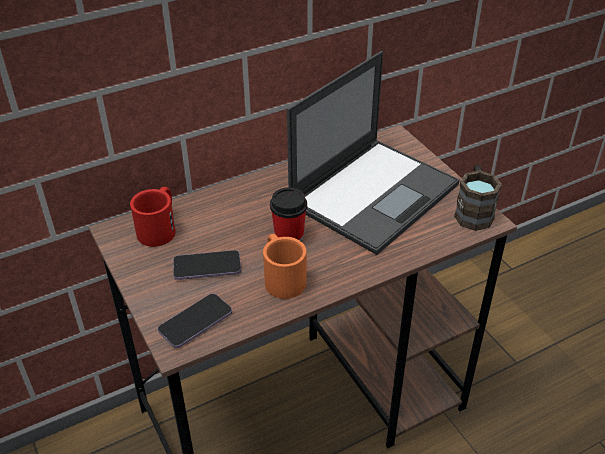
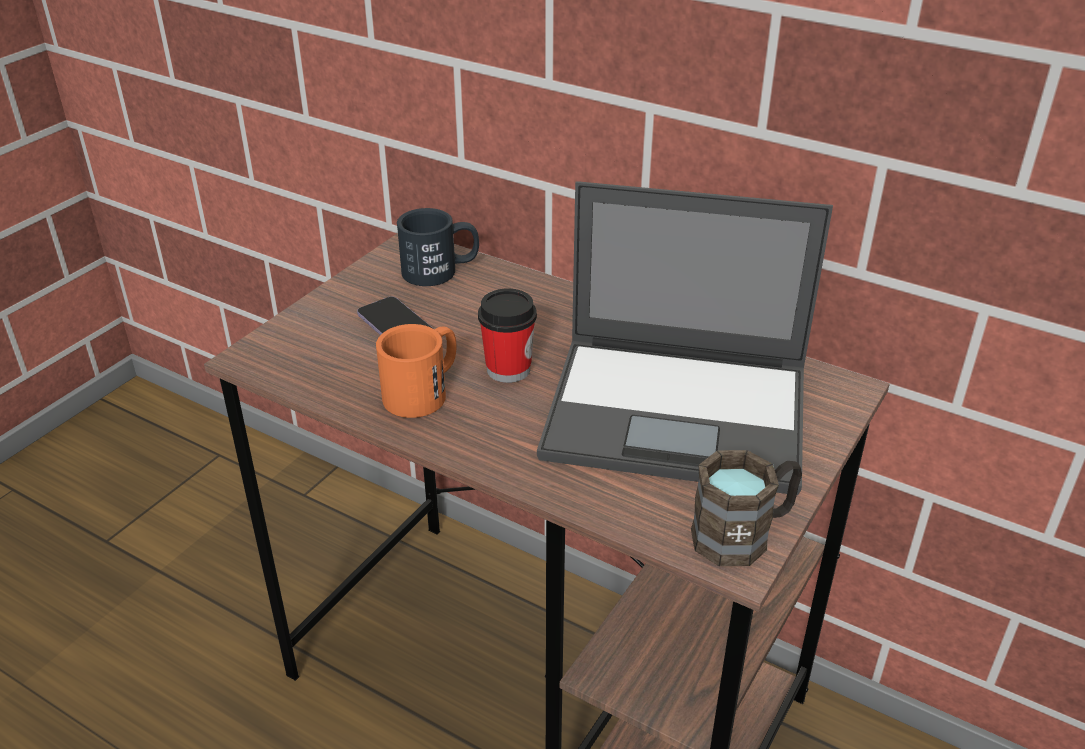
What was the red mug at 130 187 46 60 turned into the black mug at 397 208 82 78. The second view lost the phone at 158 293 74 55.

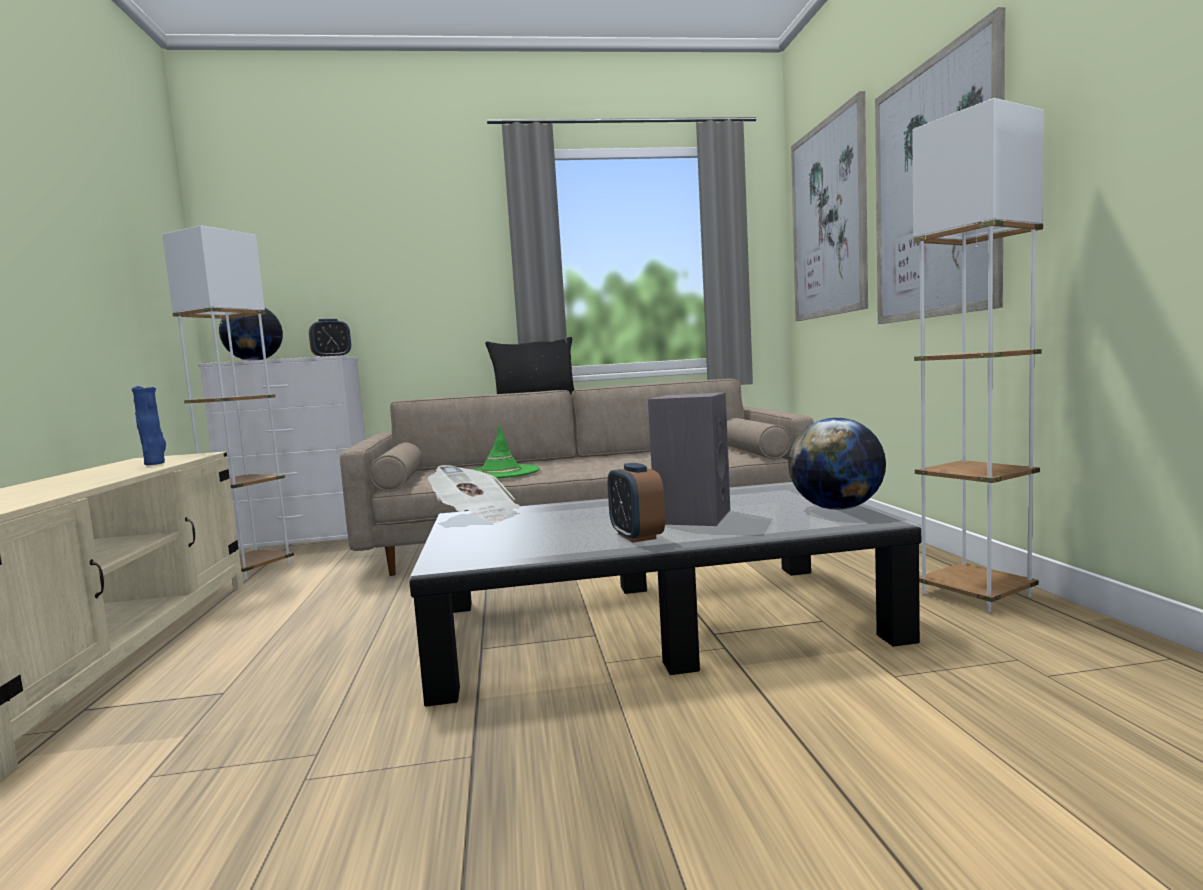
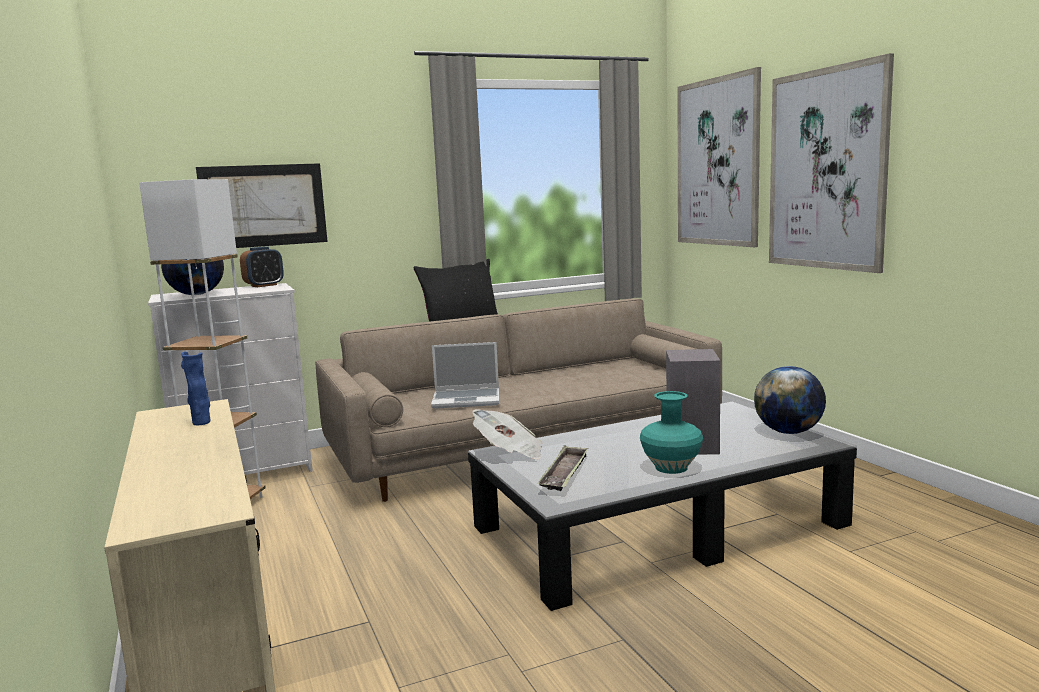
The second view lost the white floor lamp at 912 98 132 515. Where the green hat stood at 472 425 68 54, the laptop came to stand at 431 342 68 67. Where the alarm clock stood at 608 463 57 80, the turquoise vase came to stand at 640 391 63 83. The second view gained the picture at 196 163 132 85. The second view gained the tray at 538 445 50 46.

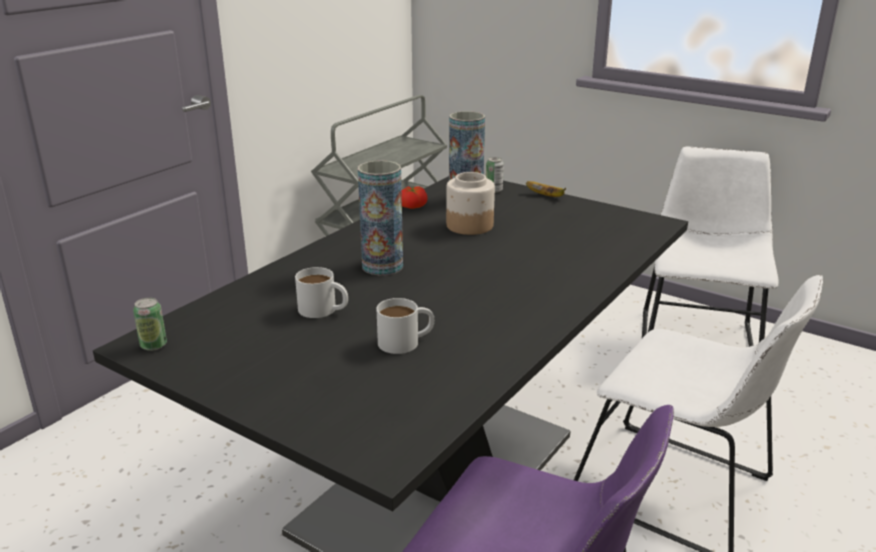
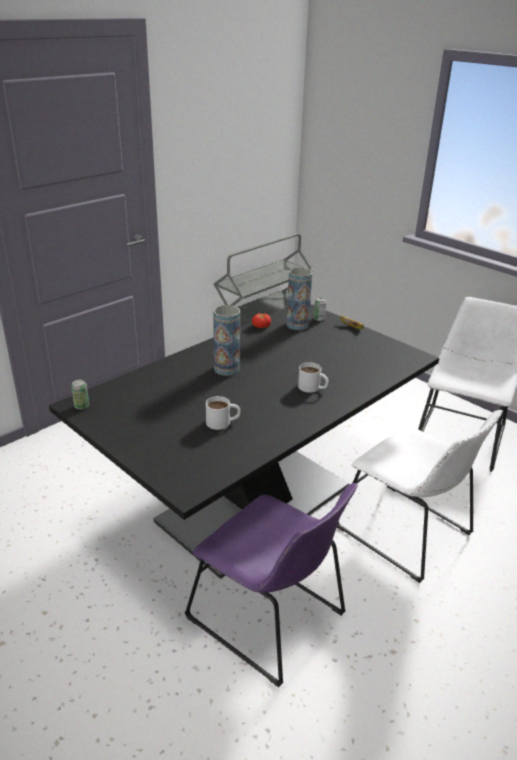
The second view lost the jar at 446 172 49 63. The white mug ended up elsewhere, having gone from 295 267 53 51 to 298 362 31 31.

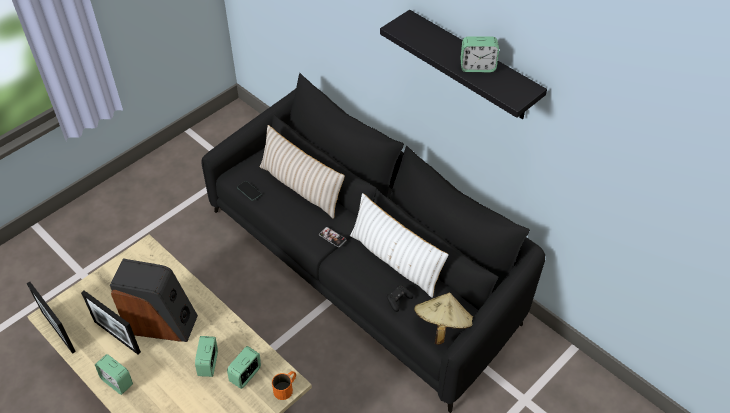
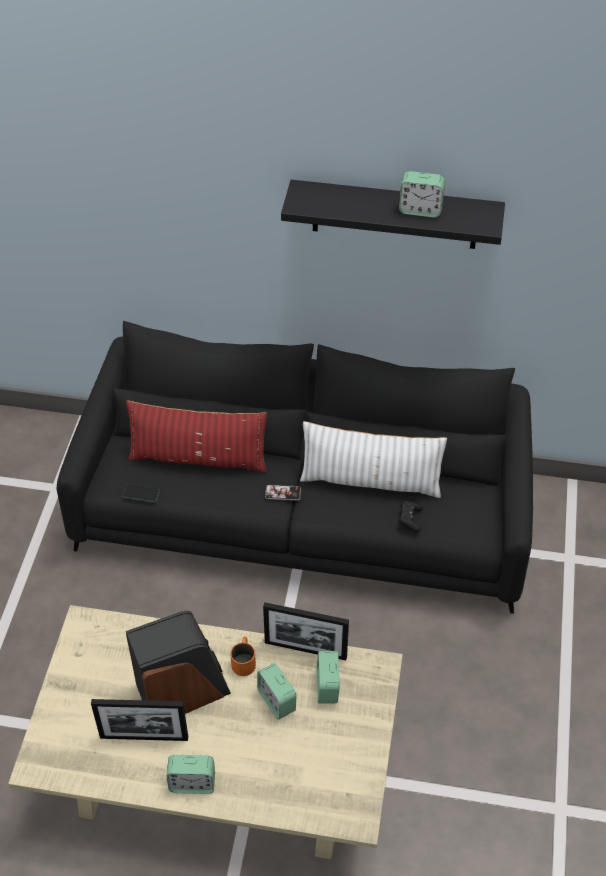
The alarm clock at 460 36 39 36 ended up facing another way, 45 degrees clockwise from before. What was the beige pillow at 260 125 85 94 turned into the red pillow at 126 401 141 72. The picture frame ended up elsewhere, having gone from 26 282 50 72 to 263 602 86 59. The second view lost the beige hat at 414 293 59 52. The orange mug ended up elsewhere, having gone from 272 371 24 29 to 230 636 26 40.

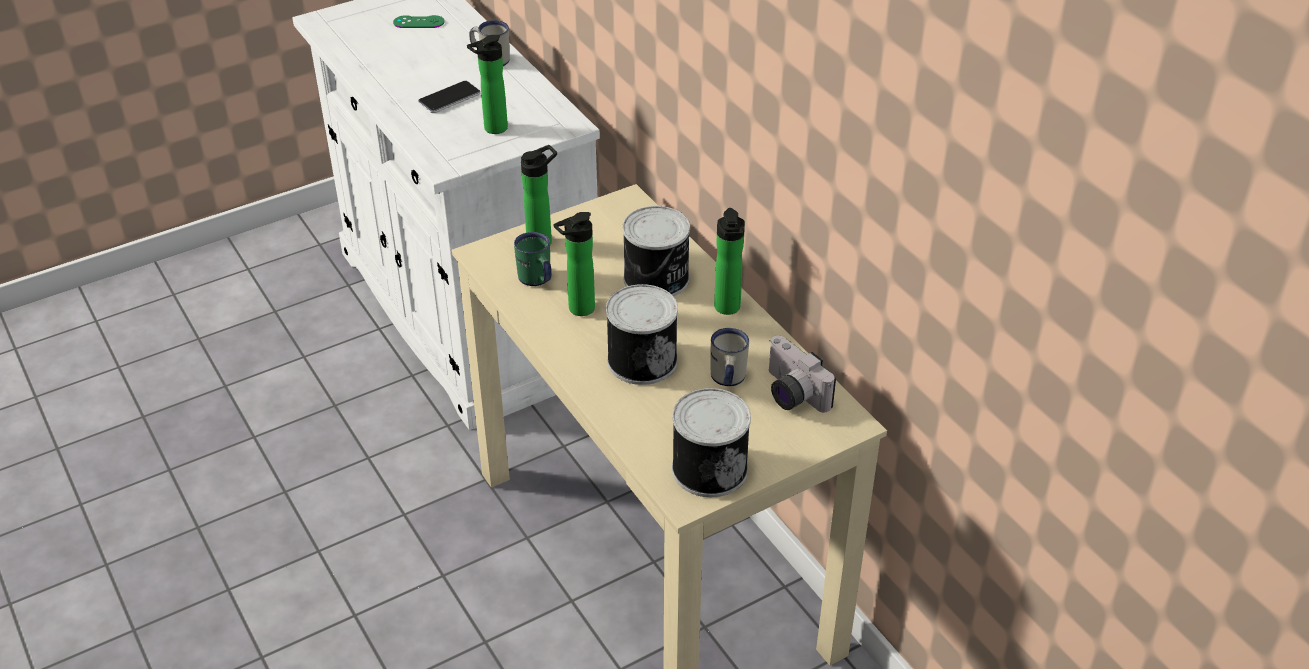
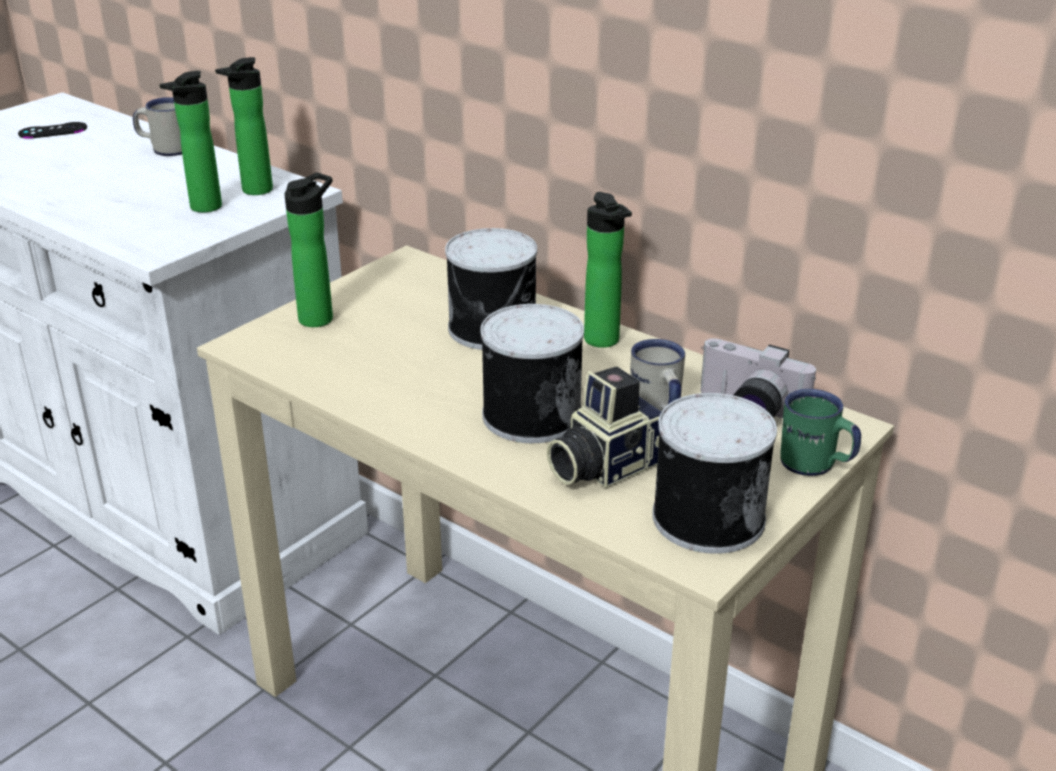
What was the green game controller at 393 15 52 13 turned into the black game controller at 18 122 69 17. The second view lost the phone at 418 81 63 32. The bottle ended up elsewhere, having gone from 553 212 42 104 to 215 57 58 138. The green mug ended up elsewhere, having gone from 514 232 37 54 to 780 389 81 87. The second view gained the photo camera at 547 367 115 121.

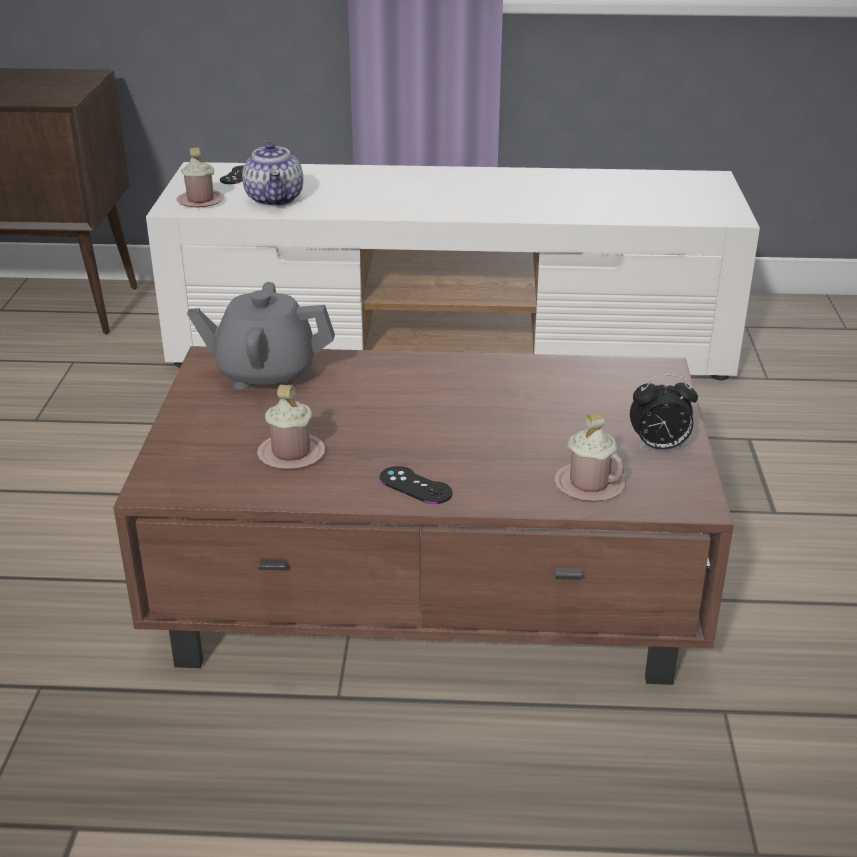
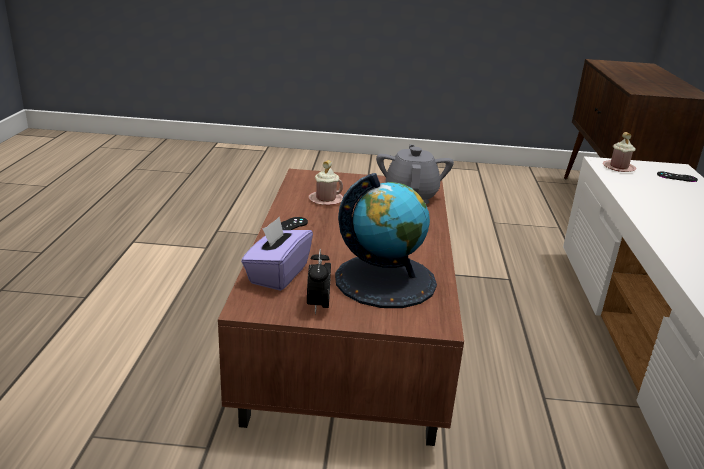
The second view lost the teapot at 242 141 61 66. Where the pink mug stood at 554 413 71 89, the purple tissue box came to stand at 241 217 72 74. The second view gained the globe at 335 173 102 135.

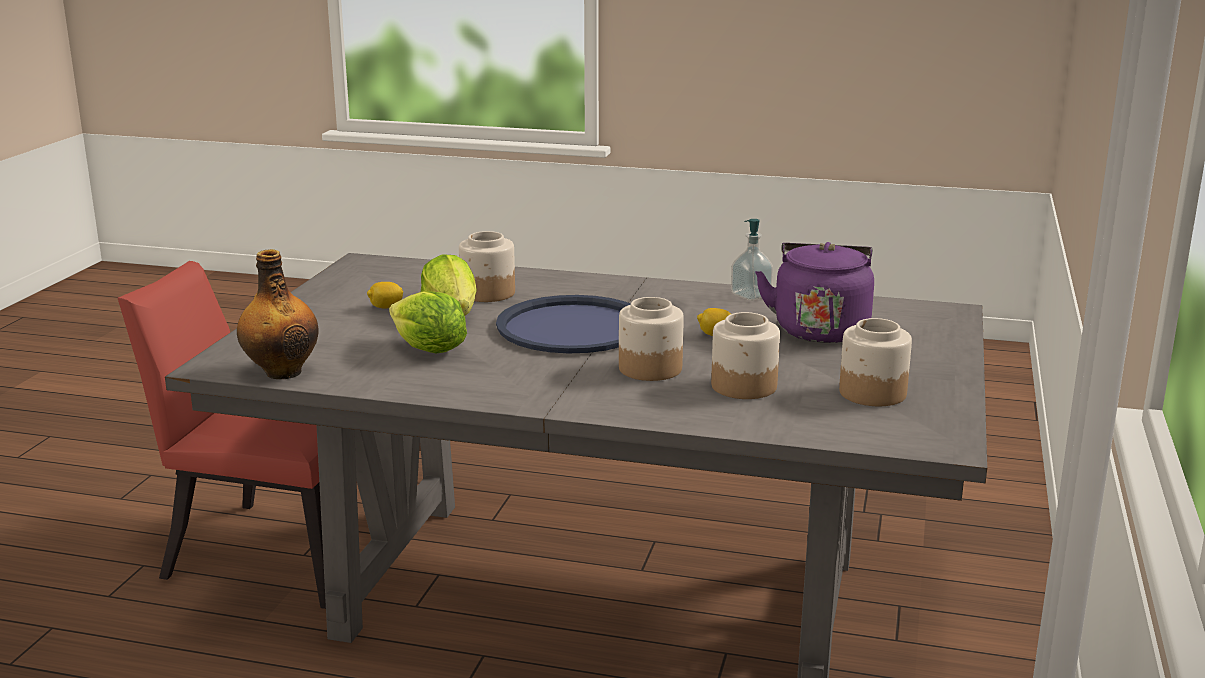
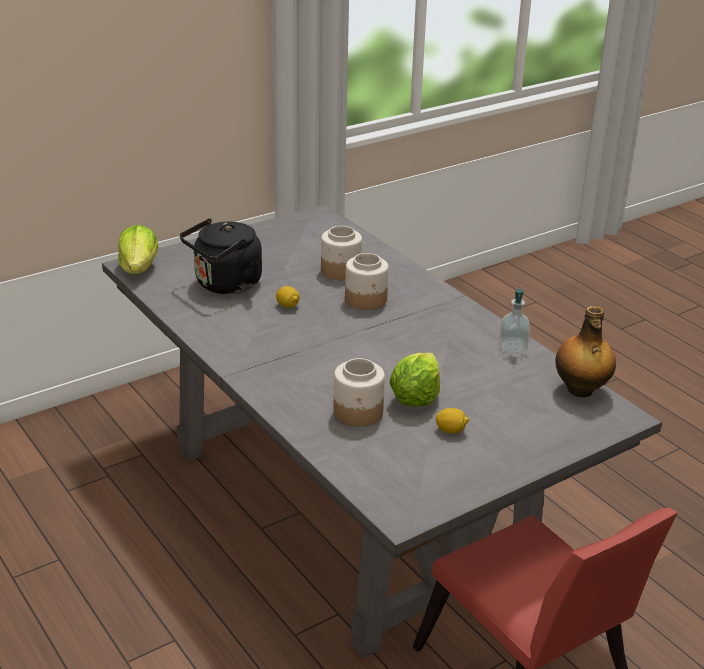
The soap dispenser ended up elsewhere, having gone from 731 219 42 81 to 499 289 31 64. What was the purple kettle at 755 242 119 101 turned into the black kettle at 180 218 82 76. The lettuce ended up elsewhere, having gone from 389 291 78 62 to 118 225 40 49. The second view lost the blue tray at 496 295 135 58. The second view lost the jar at 839 318 73 88.

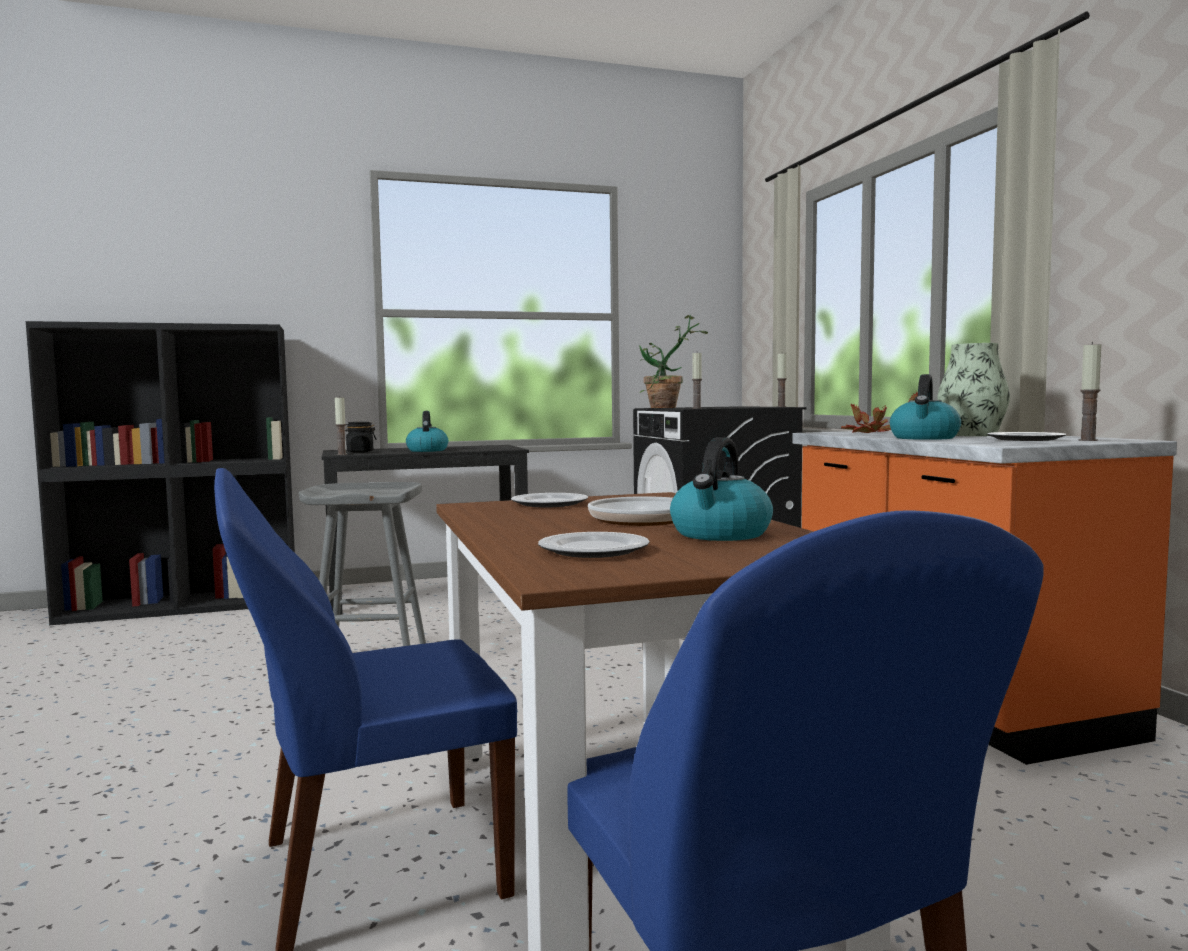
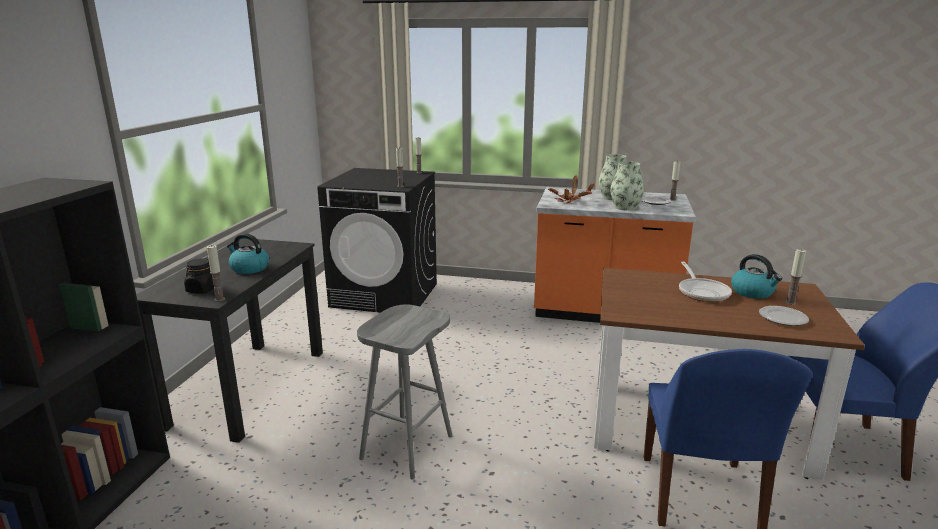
The second view lost the potted plant at 639 315 69 93. Where the kettle stood at 890 374 71 66, the vase came to stand at 610 161 34 50. The second view lost the plate at 511 493 77 14. The second view gained the candle at 785 249 21 56.

